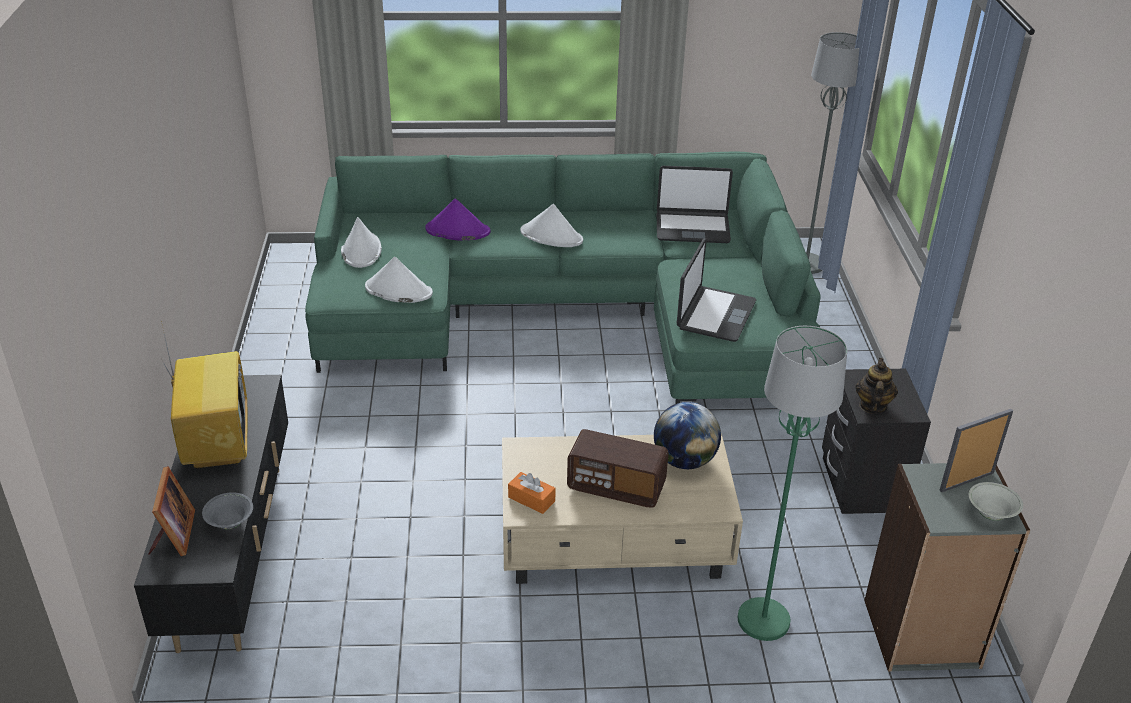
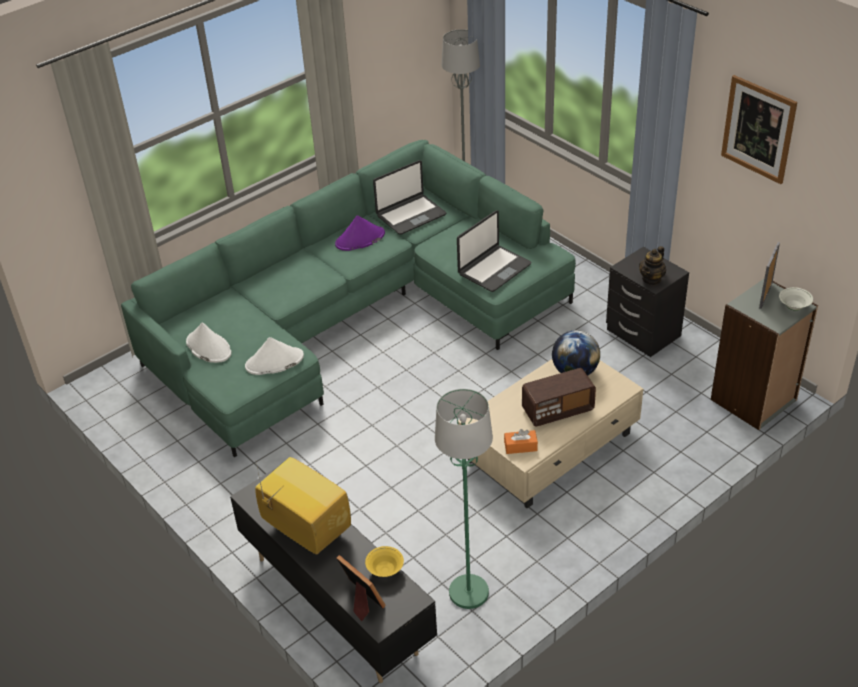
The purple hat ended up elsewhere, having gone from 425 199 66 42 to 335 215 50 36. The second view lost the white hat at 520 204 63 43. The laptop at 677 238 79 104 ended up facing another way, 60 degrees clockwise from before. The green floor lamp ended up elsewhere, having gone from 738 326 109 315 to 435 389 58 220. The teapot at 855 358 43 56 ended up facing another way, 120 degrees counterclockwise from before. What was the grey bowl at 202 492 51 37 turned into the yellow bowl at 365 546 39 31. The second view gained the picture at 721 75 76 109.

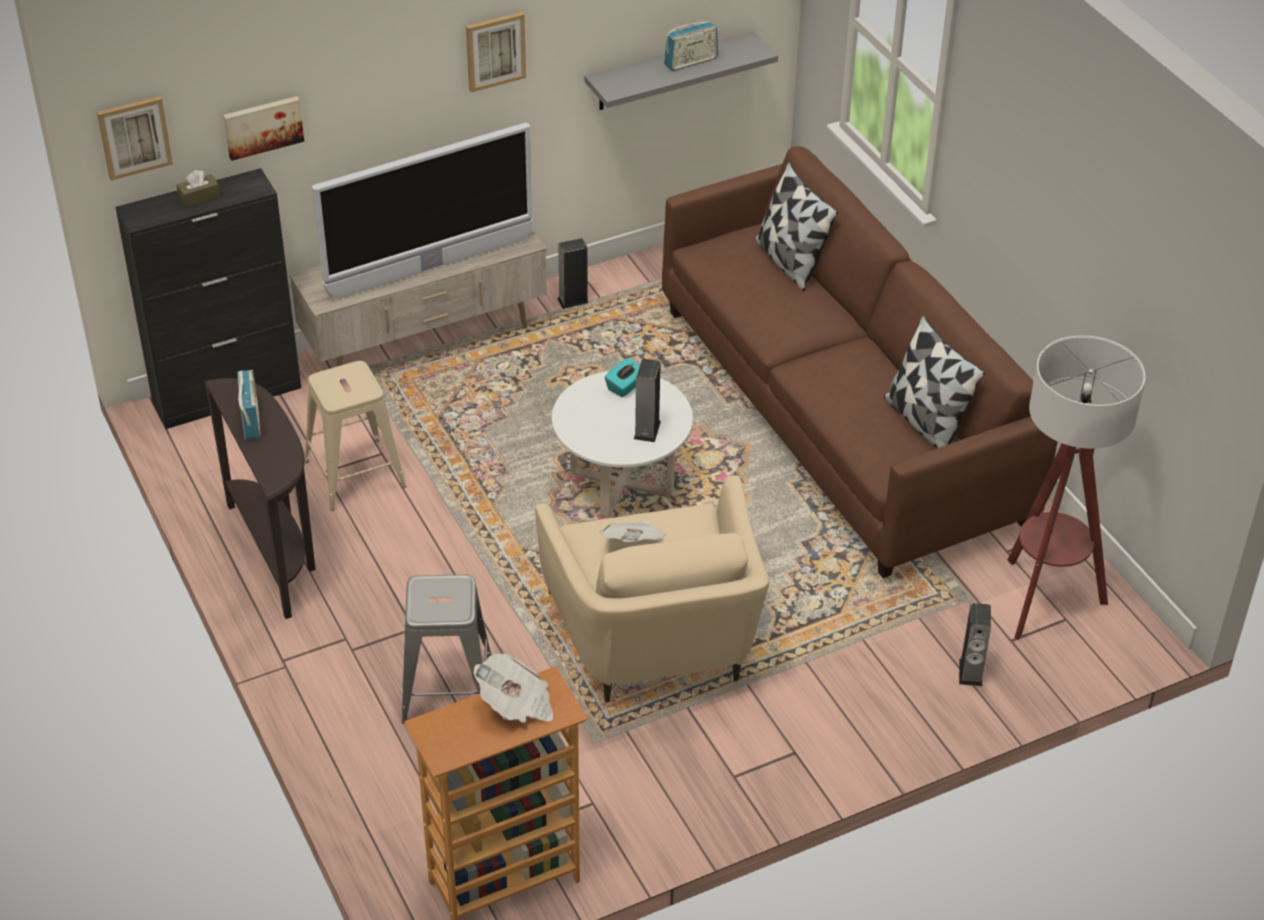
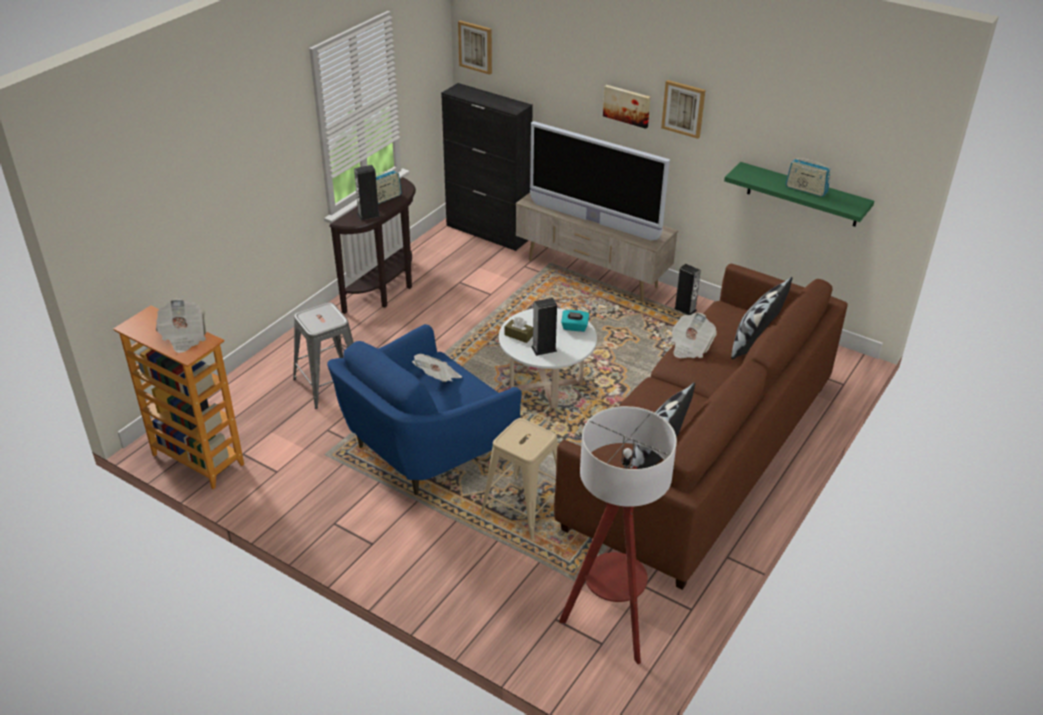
What was the grey shelf at 584 31 194 79 turned into the green shelf at 724 162 150 65. The picture ended up elsewhere, having gone from 223 96 81 65 to 603 85 48 44. The brown tissue box ended up elsewhere, having gone from 177 170 43 37 to 505 317 28 26. The beige stool ended up elsewhere, having gone from 305 361 101 150 to 481 418 77 121. What was the beige armchair at 535 475 235 228 turned into the blue armchair at 327 324 195 171. The speaker ended up elsewhere, having gone from 959 603 32 83 to 354 165 27 55. The second view gained the newspaper at 671 312 46 46.

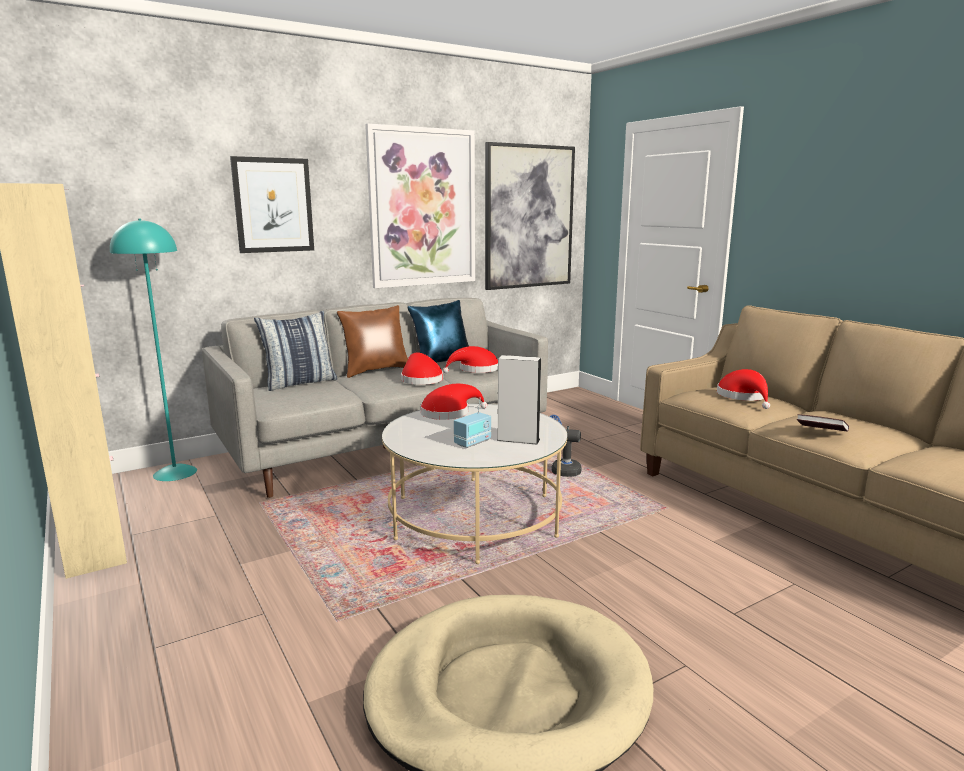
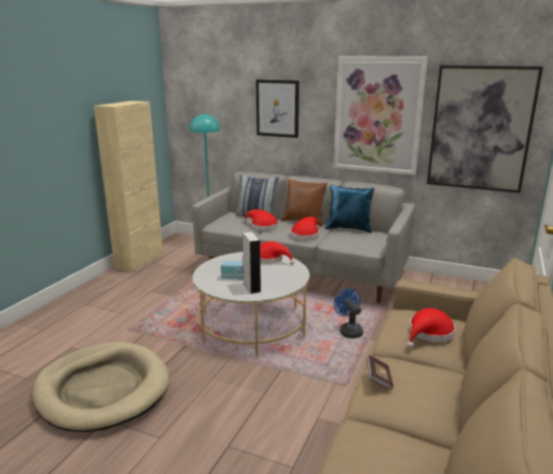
The red hat ended up elsewhere, having gone from 443 346 55 27 to 243 210 35 20.

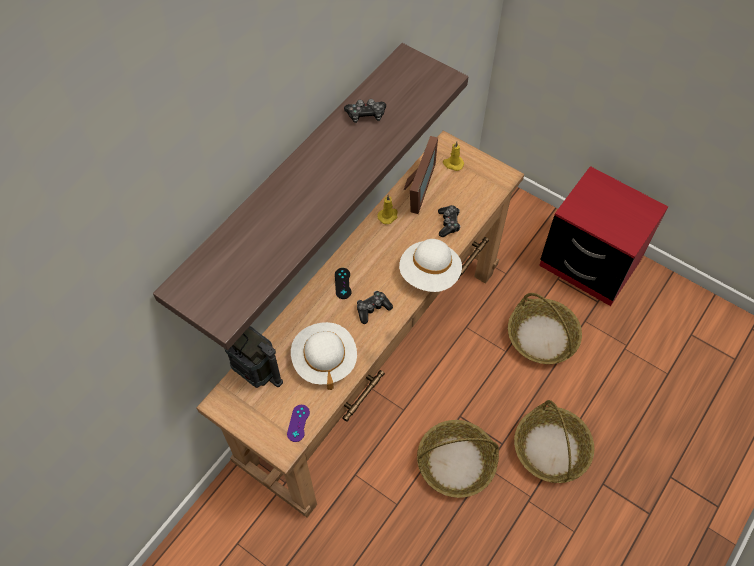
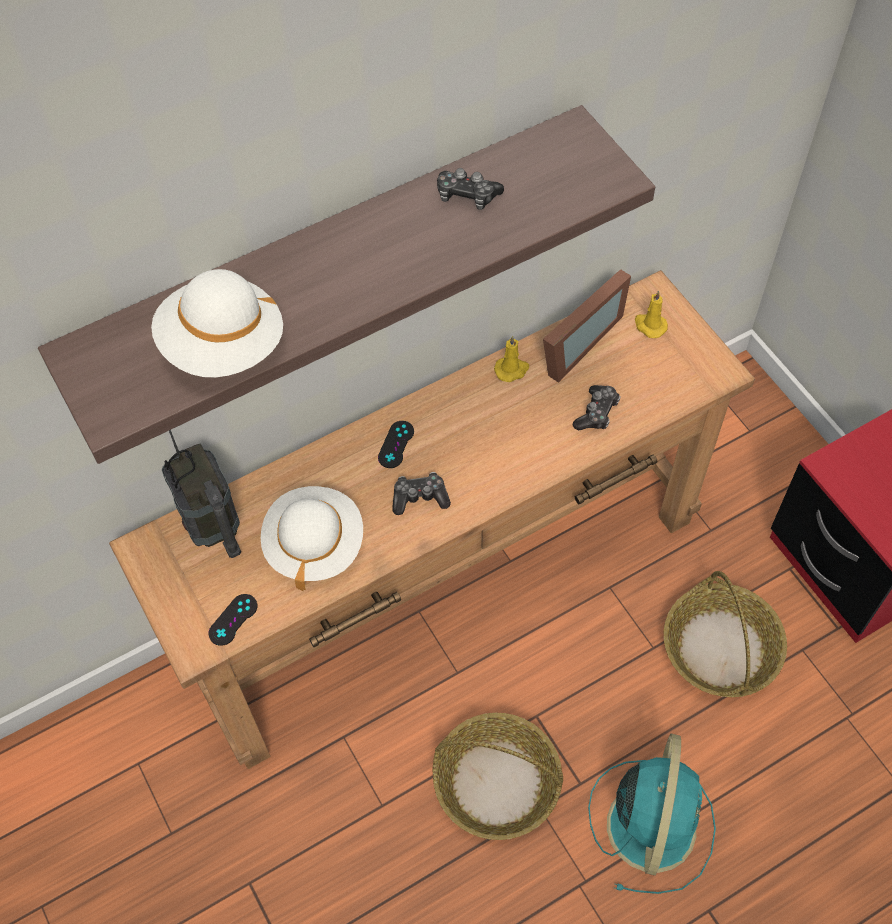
The white hat ended up elsewhere, having gone from 399 239 63 53 to 151 269 132 108. Where the basket stood at 514 400 81 83, the turquoise fan came to stand at 588 734 128 160. What was the purple game controller at 287 405 23 37 turned into the black game controller at 208 594 49 52.

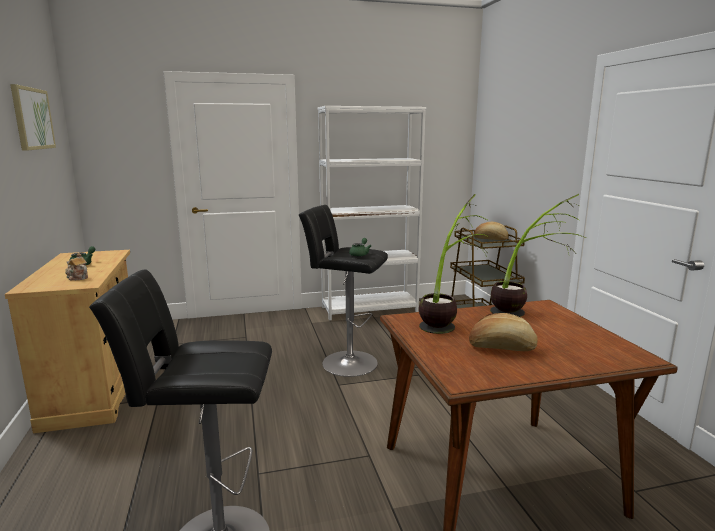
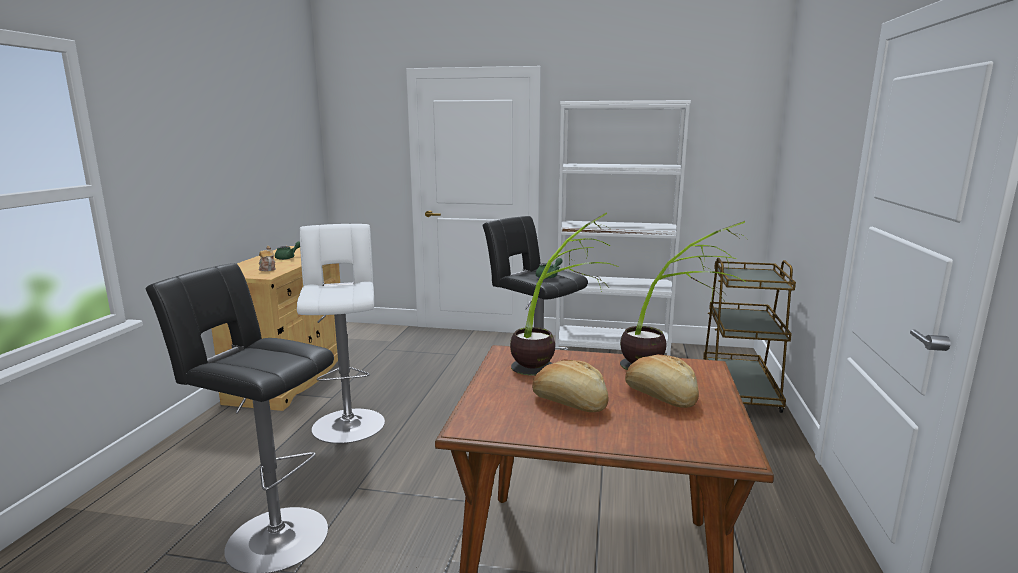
The second view lost the picture at 10 84 46 67. The bread ended up elsewhere, having gone from 474 222 34 19 to 625 354 74 54. The second view gained the white stool at 297 224 88 220.

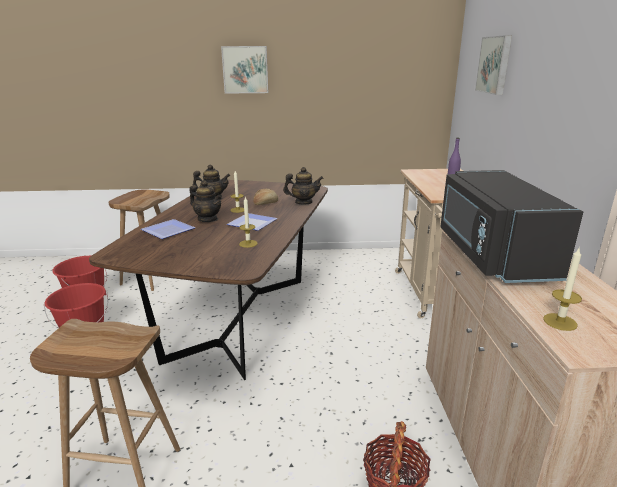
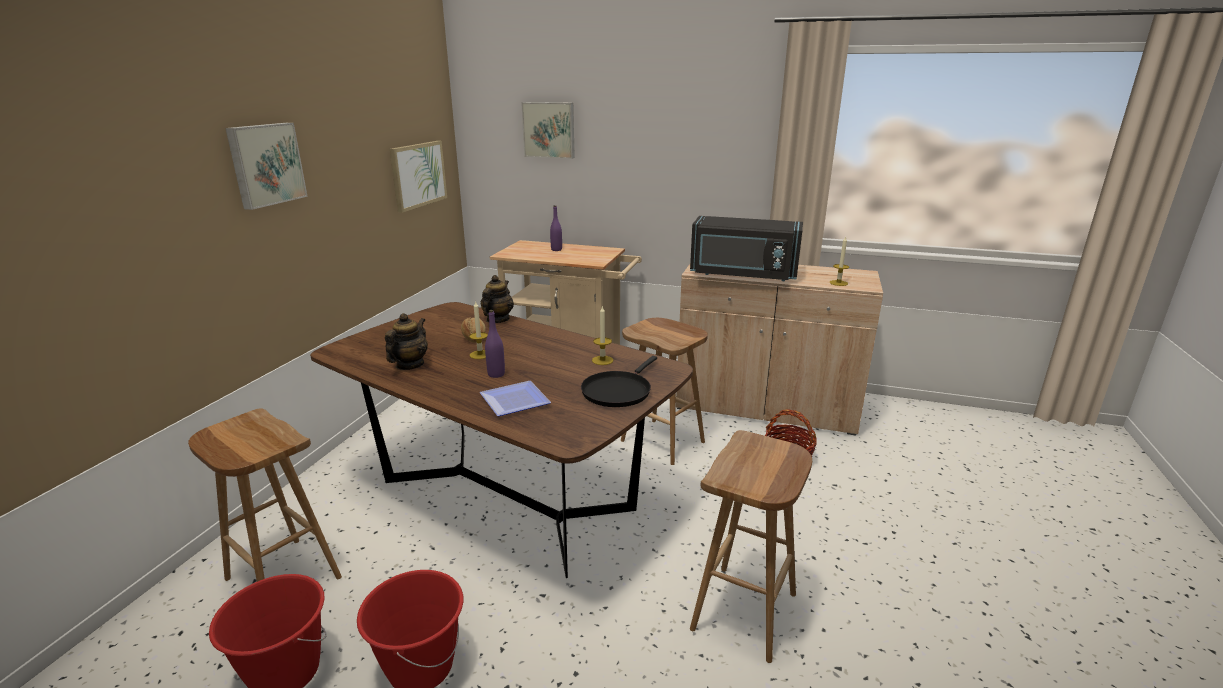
Where the teapot stood at 189 181 33 41, the purple bottle came to stand at 485 310 20 68. The second view lost the plate at 227 213 51 18. The second view gained the picture at 389 141 58 72. The second view gained the brown stool at 621 318 87 147. The second view gained the black frying pan at 581 356 76 51.

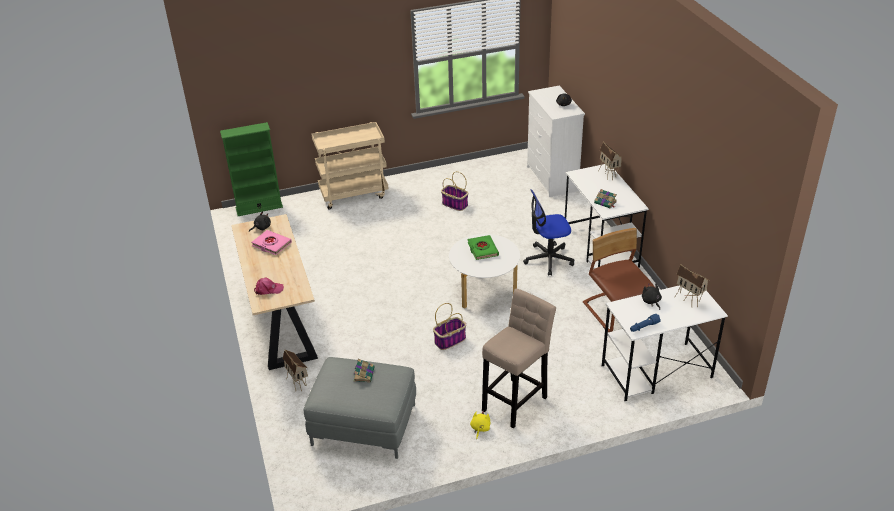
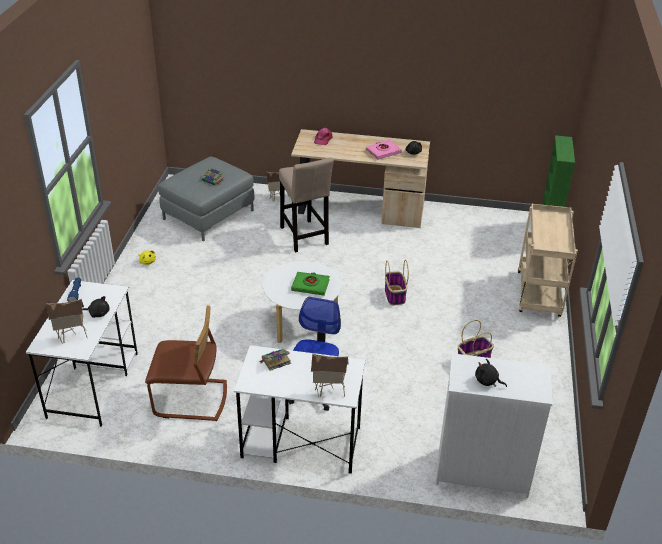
The beige stool ended up elsewhere, having gone from 482 289 74 140 to 279 157 55 95. The basket ended up elsewhere, having gone from 433 303 33 47 to 385 260 24 45.

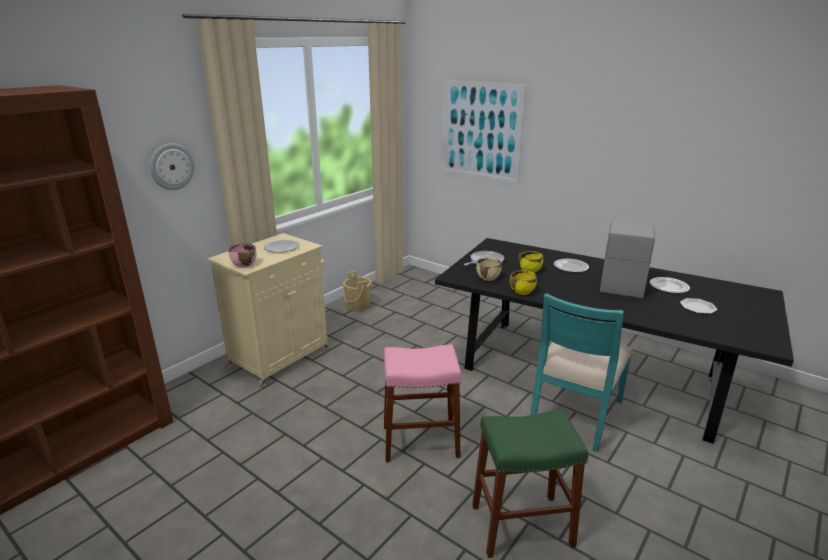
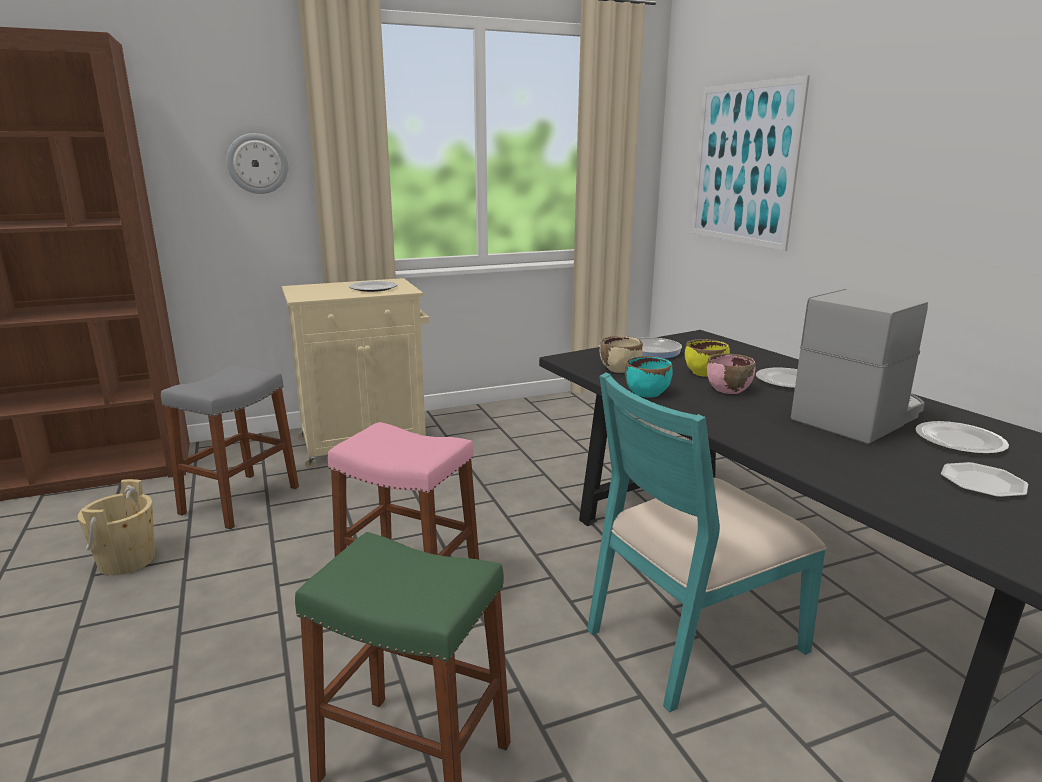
The pink bowl ended up elsewhere, having gone from 229 243 28 24 to 707 354 49 40. What was the yellow bowl at 510 270 27 25 turned into the turquoise bowl at 624 356 48 41. The beige bucket ended up elsewhere, having gone from 343 271 29 40 to 78 479 77 96. The second view gained the grey stool at 161 365 138 164.

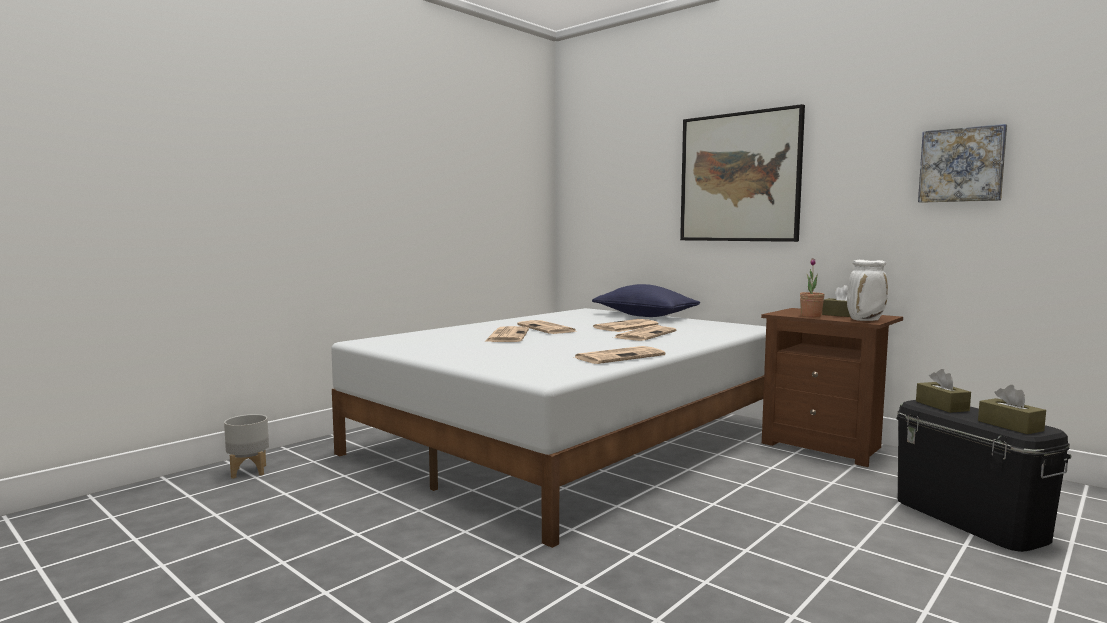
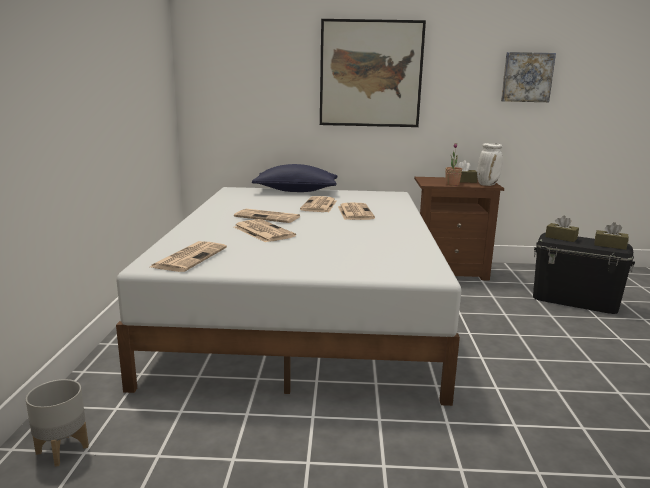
The newspaper ended up elsewhere, having gone from 573 346 92 18 to 150 241 77 31.

